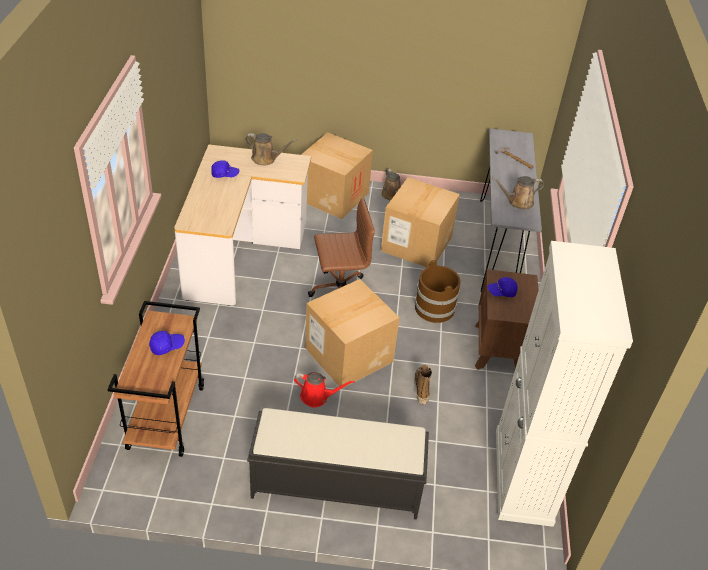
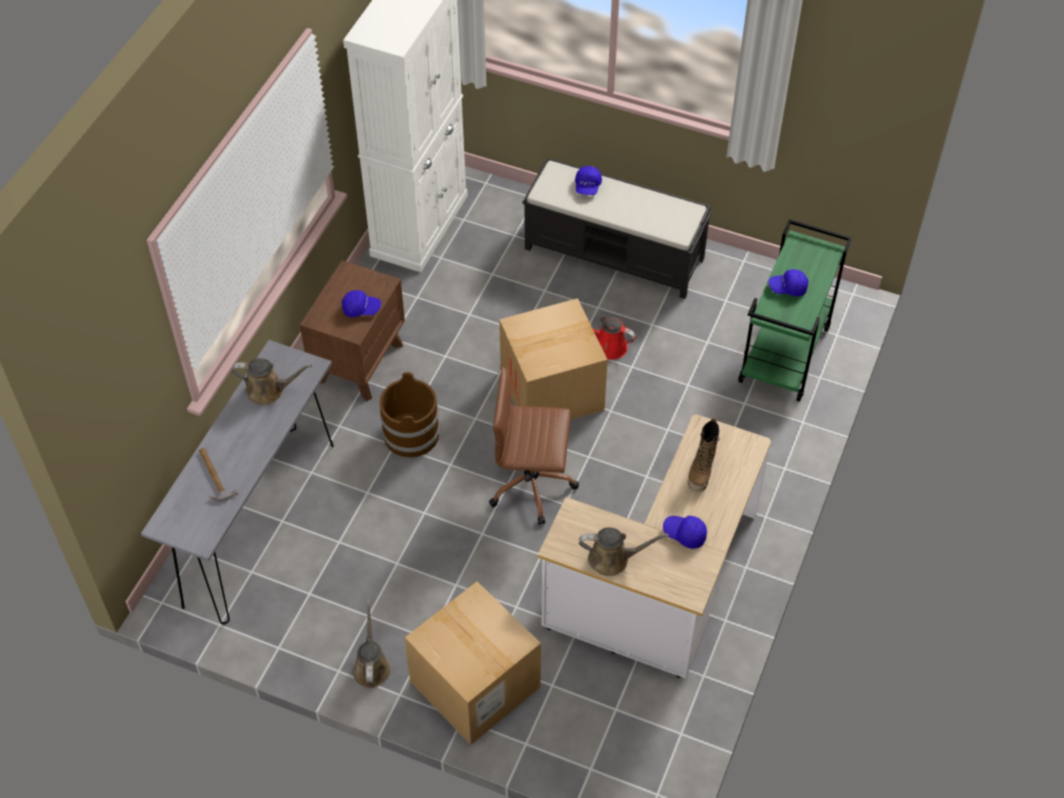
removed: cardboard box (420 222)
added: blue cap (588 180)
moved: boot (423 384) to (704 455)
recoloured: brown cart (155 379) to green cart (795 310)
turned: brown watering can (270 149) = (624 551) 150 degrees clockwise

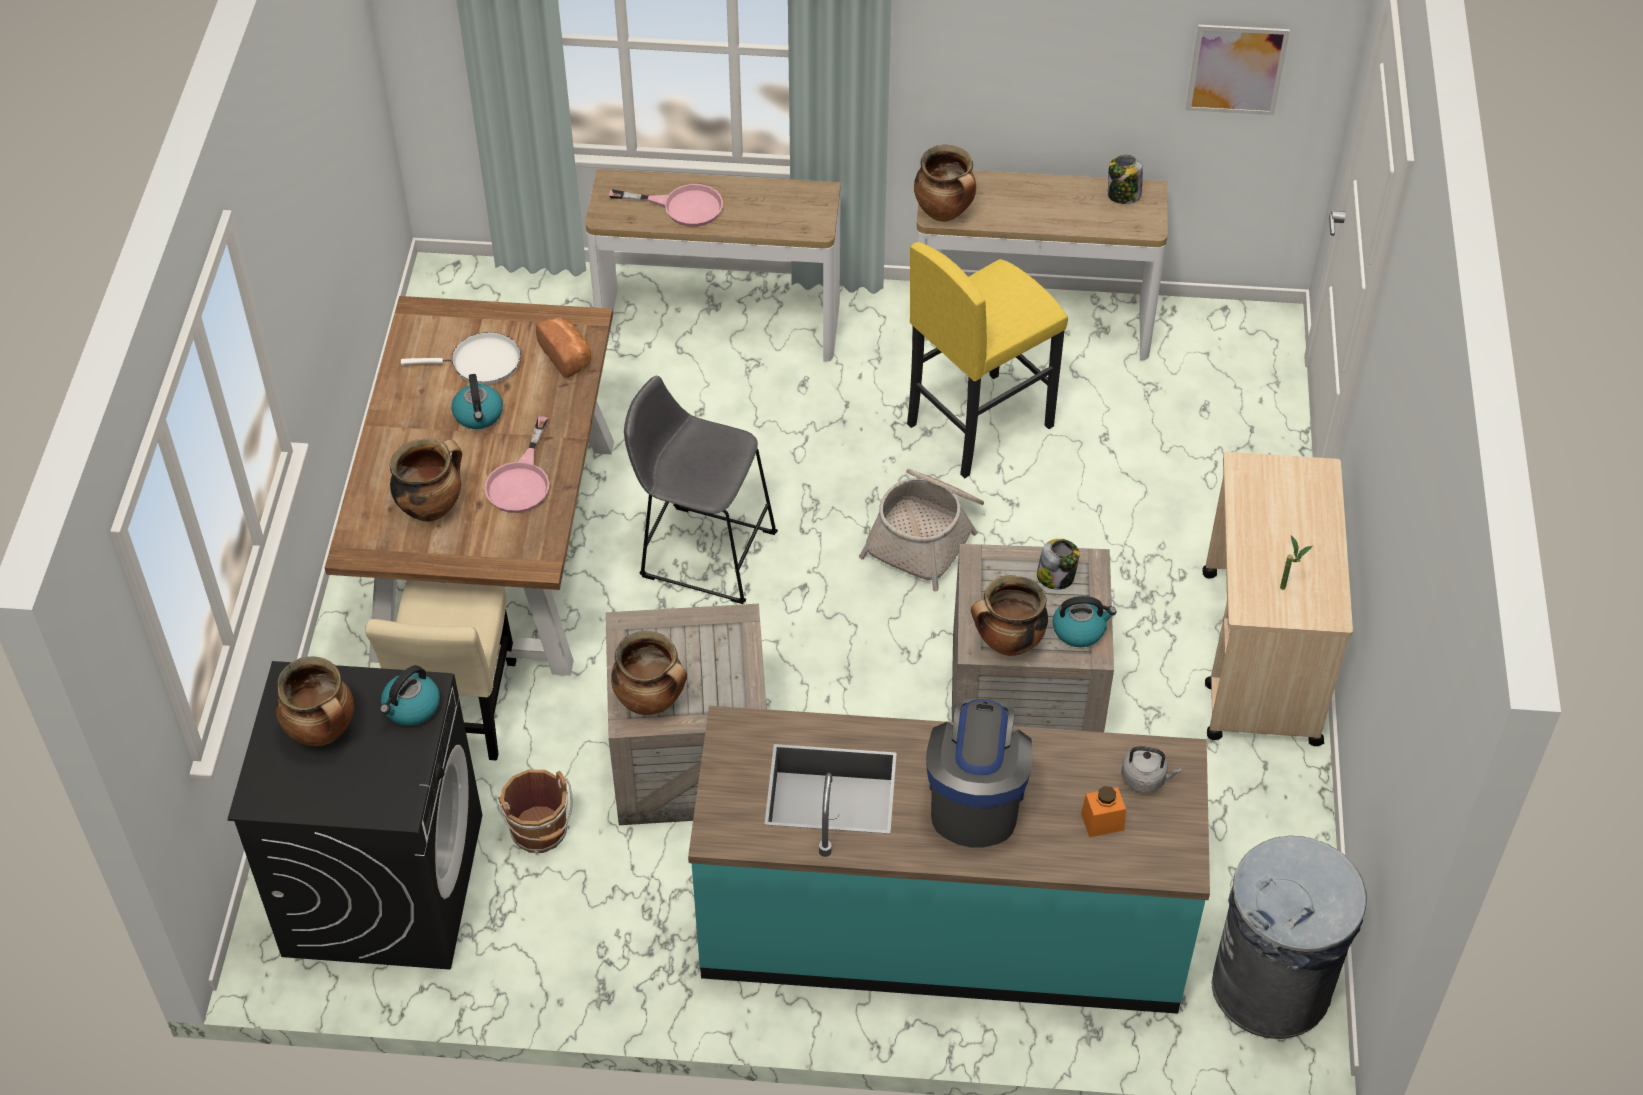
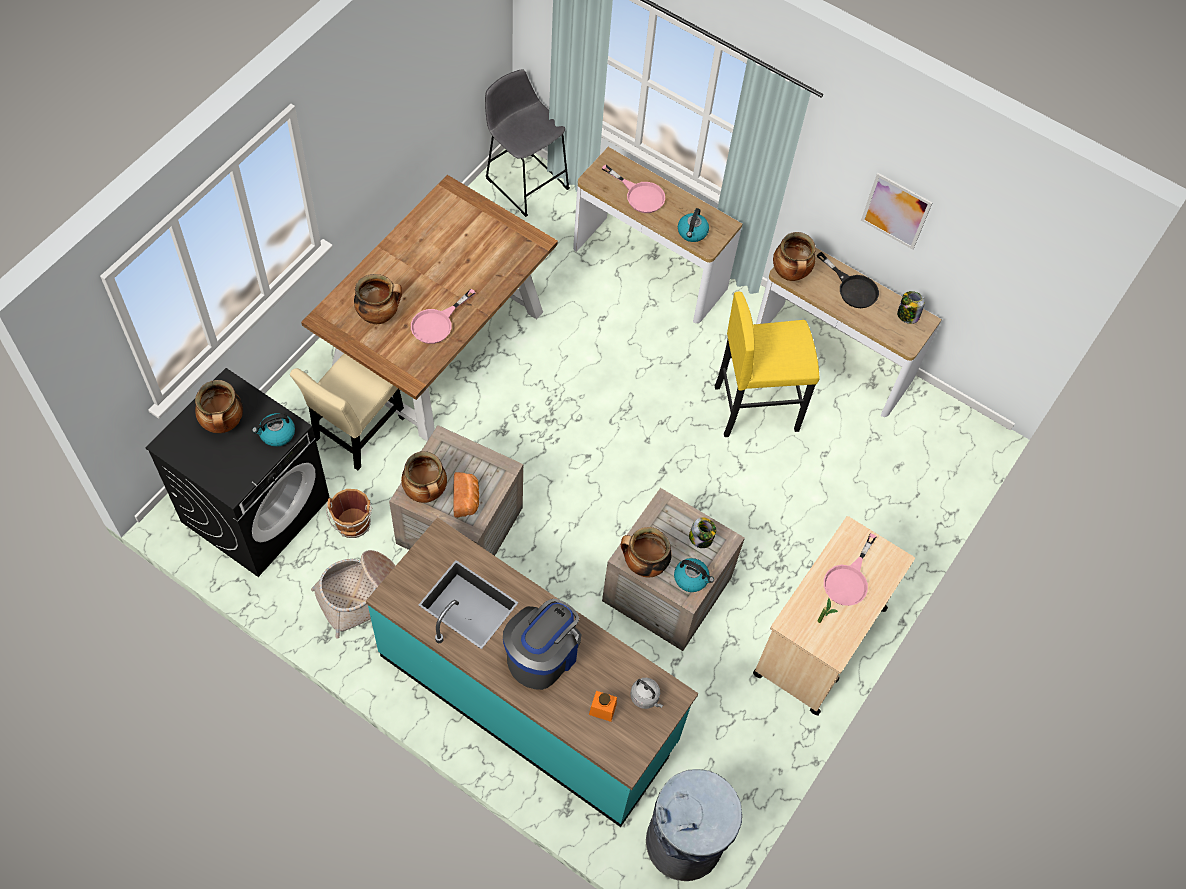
removed: white frying pan (461 358)
added: black frying pan (848 280); pink frying pan (850 569)
moved: kettle (477 401) to (693 225); bread (563 347) to (466 494); grey stool (701 490) to (527 143); basket (921 530) to (353 594); picture (1238 70) to (896 211)

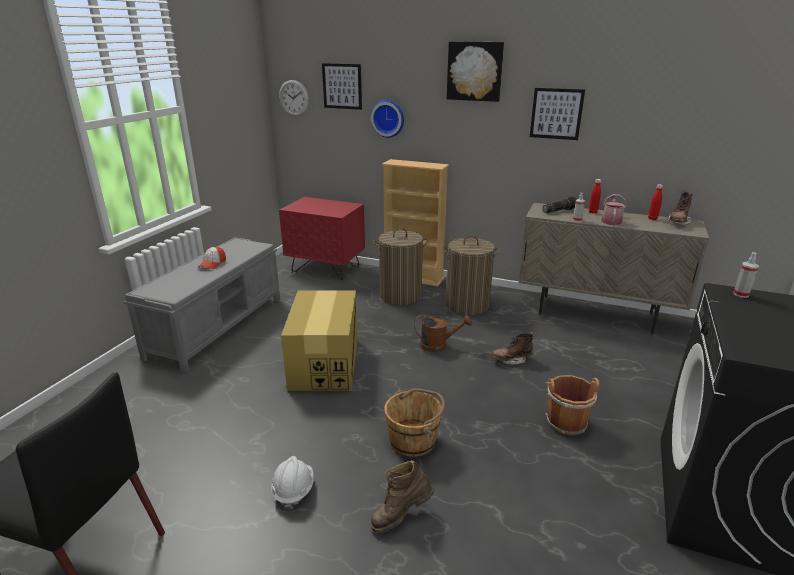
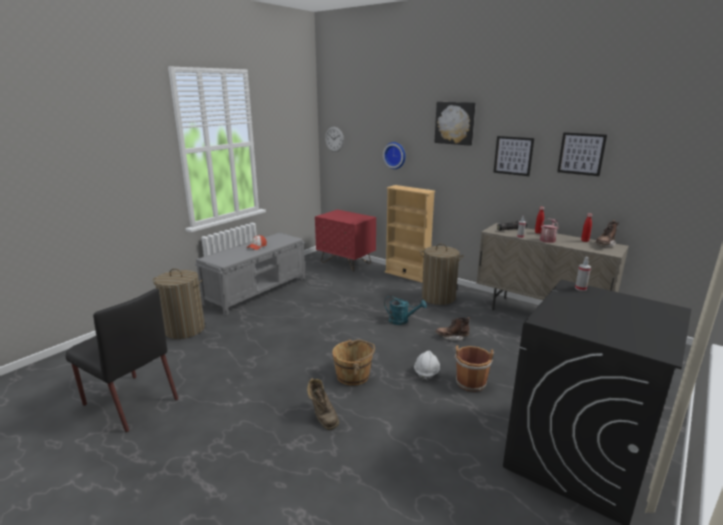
removed: cardboard box (319 340)
moved: white hard hat (292 483) to (427 366); picture (342 86) to (582 154); laundry basket (400 266) to (179 303)
recoloured: brown watering can (443 333) to turquoise watering can (405 310)
turned: brown boot (402 496) = (323 404) 105 degrees counterclockwise

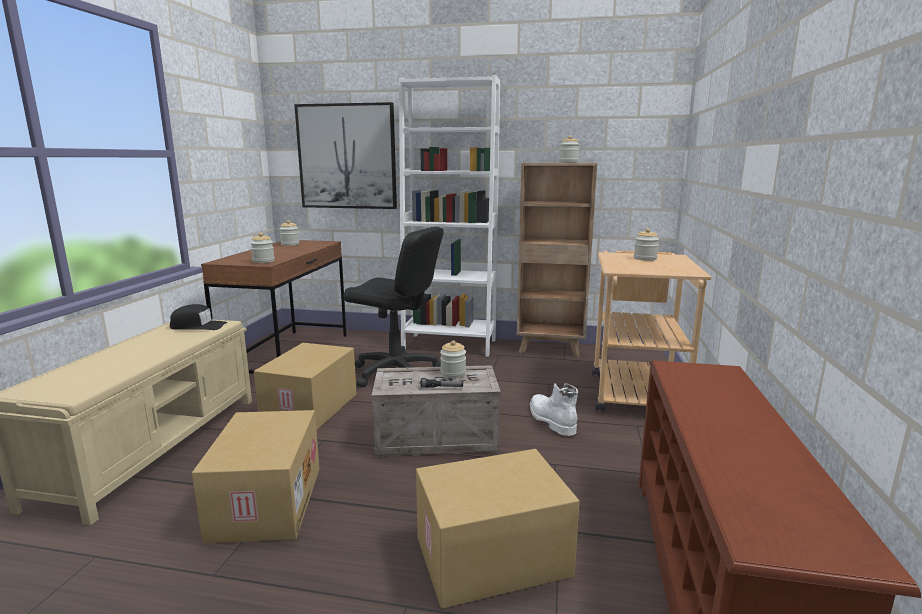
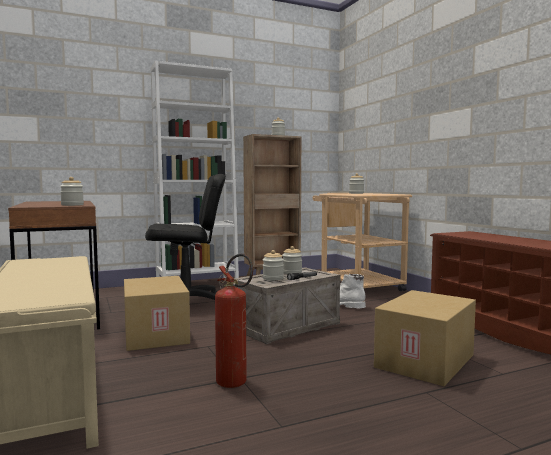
removed: black cap (199 317); picture (345 155)
moved: jar (289 233) to (273 265)
replaced: cardboard box (255 477) to fire extinguisher (234 321)

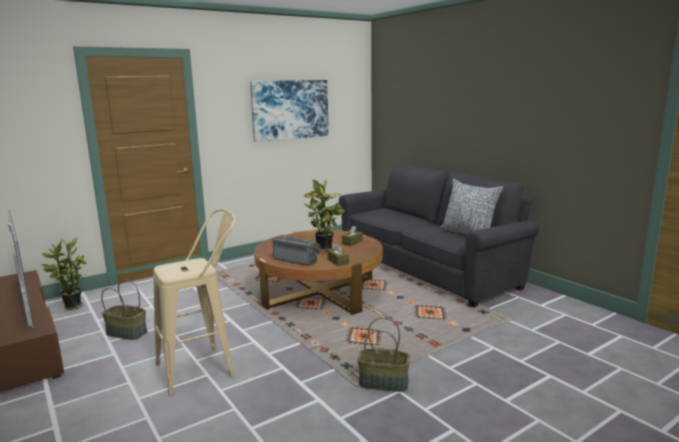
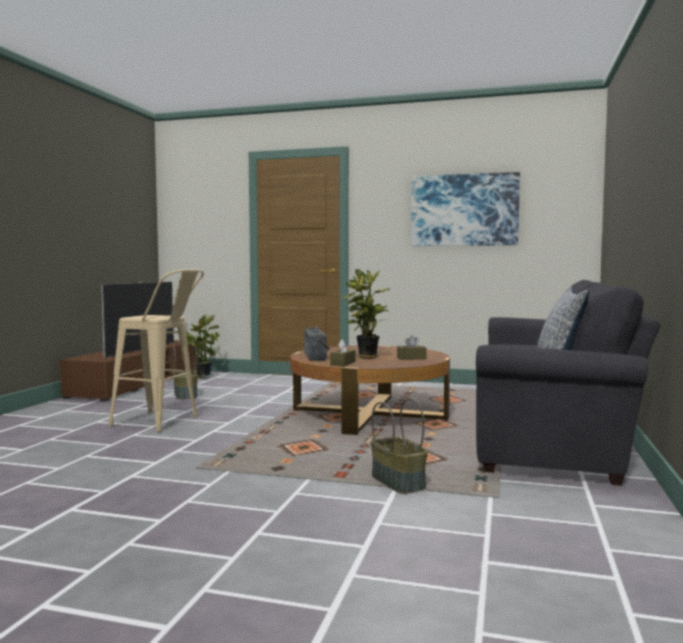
moved: basket (384 354) to (399 446)

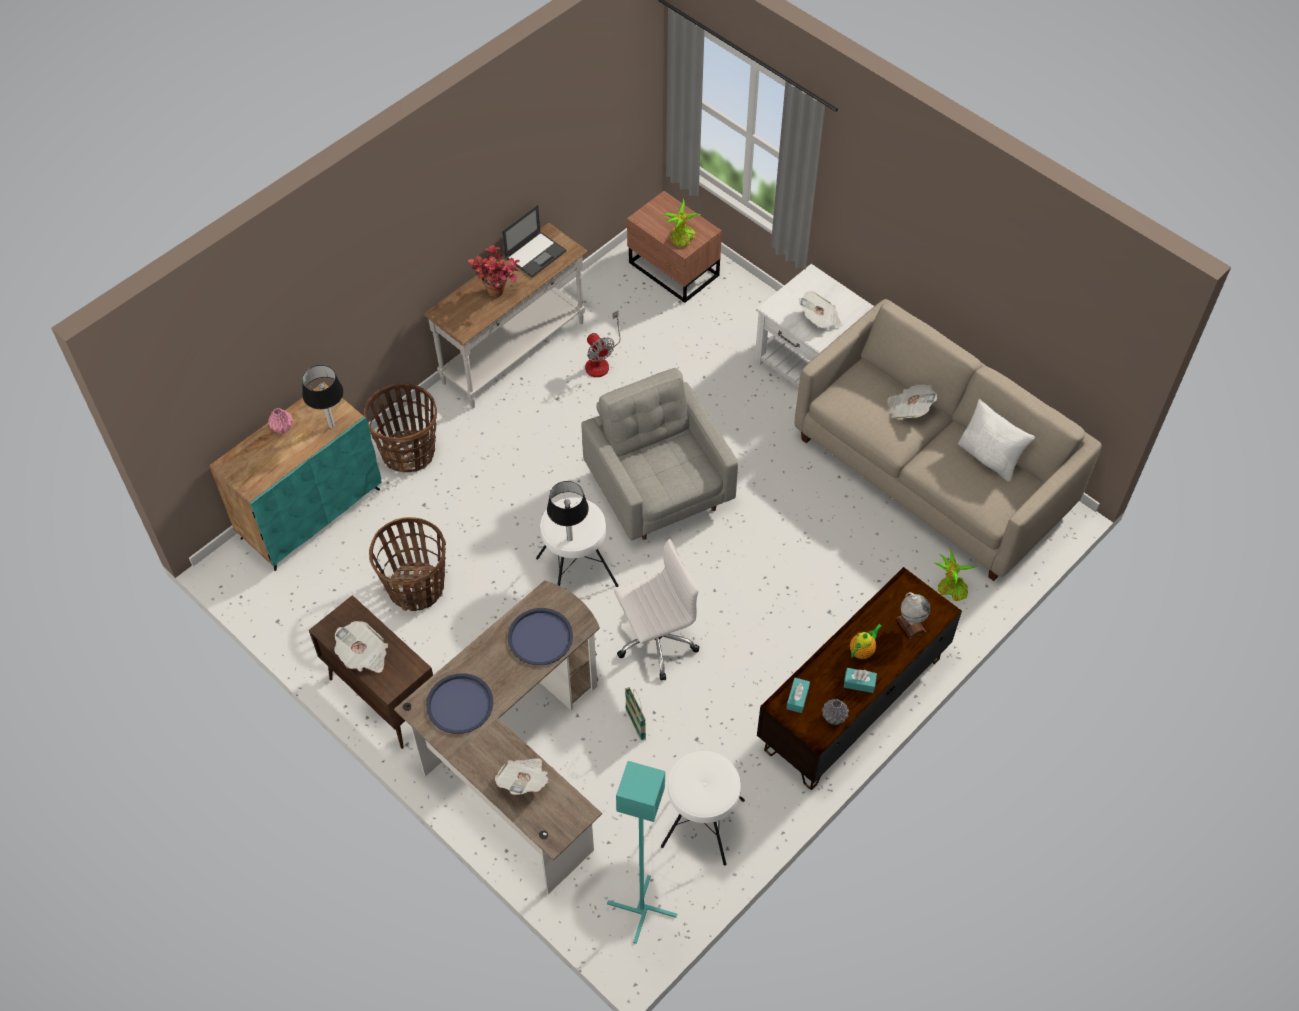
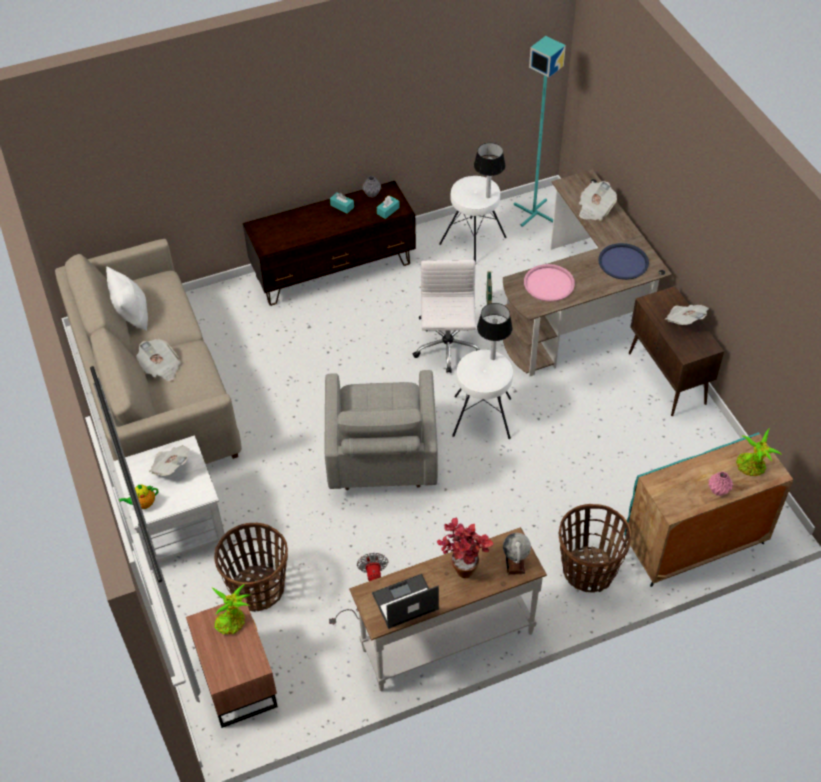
moved: table lamp (323 396) to (489 170); basket (407 564) to (251 567); teapot (866 641) to (138 497); globe (913 615) to (517 554); potted plant (955 574) to (759 452)
recoloured: blue tray (540 636) to pink tray (549 283)
turned: white office chair (656 610) = (446 316) 90 degrees clockwise

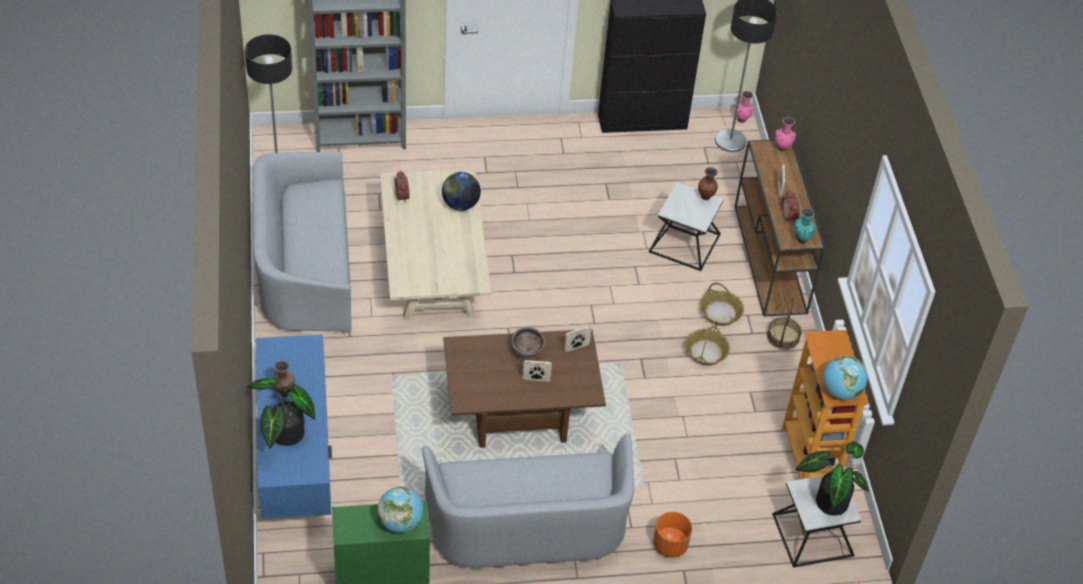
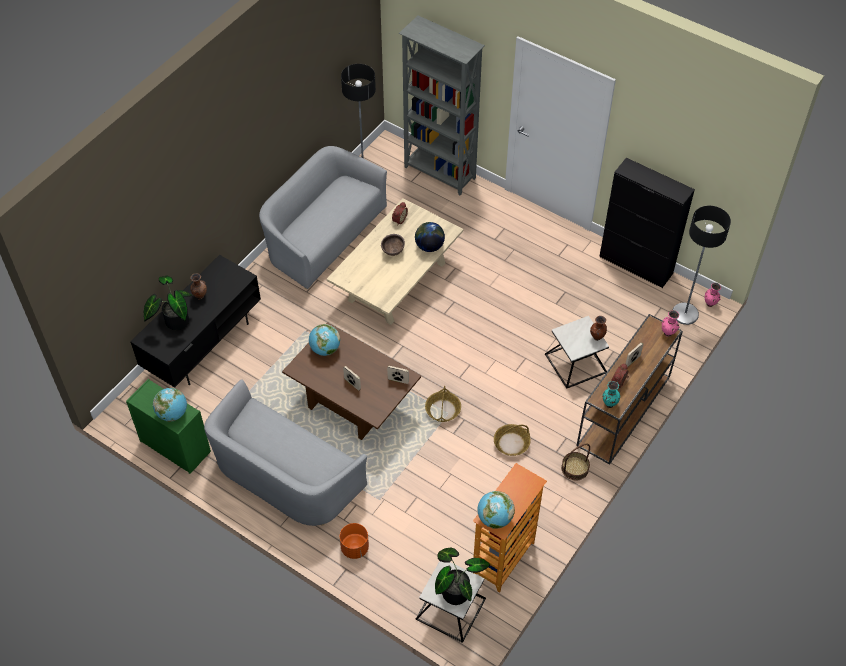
added: globe (324 340)
moved: brown bowl (528 342) to (393 245); basket (722 304) to (443 403)
recoloured: blue tv stand (294 426) to black tv stand (195 321)

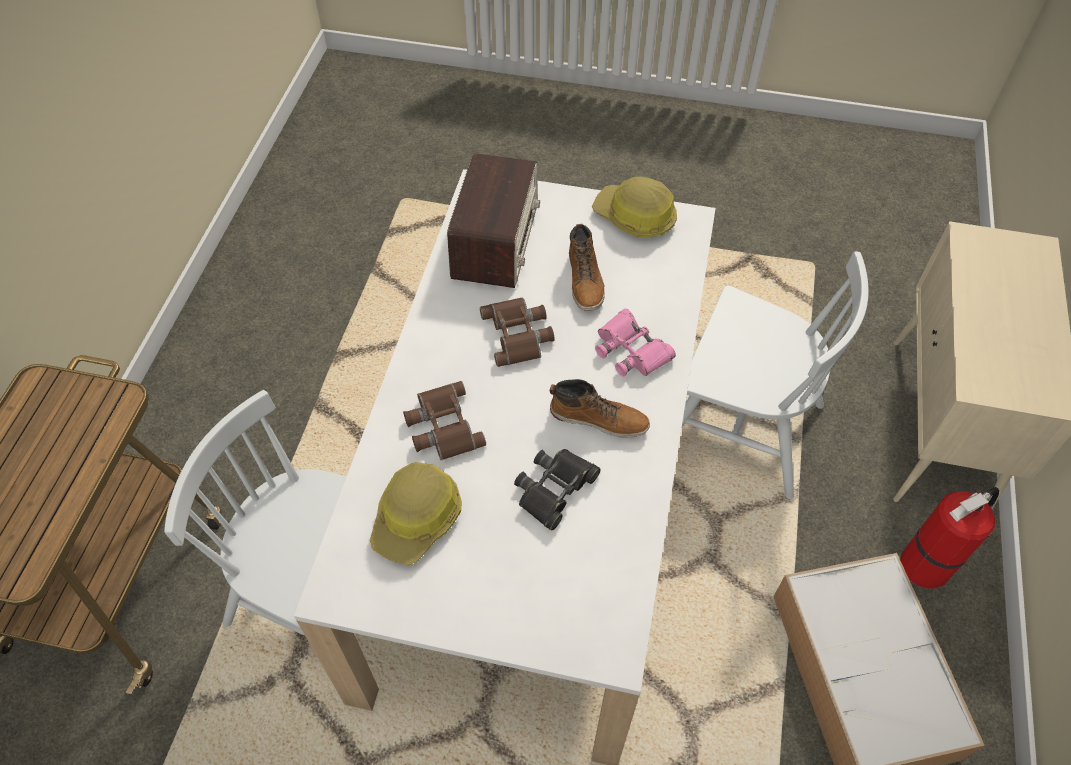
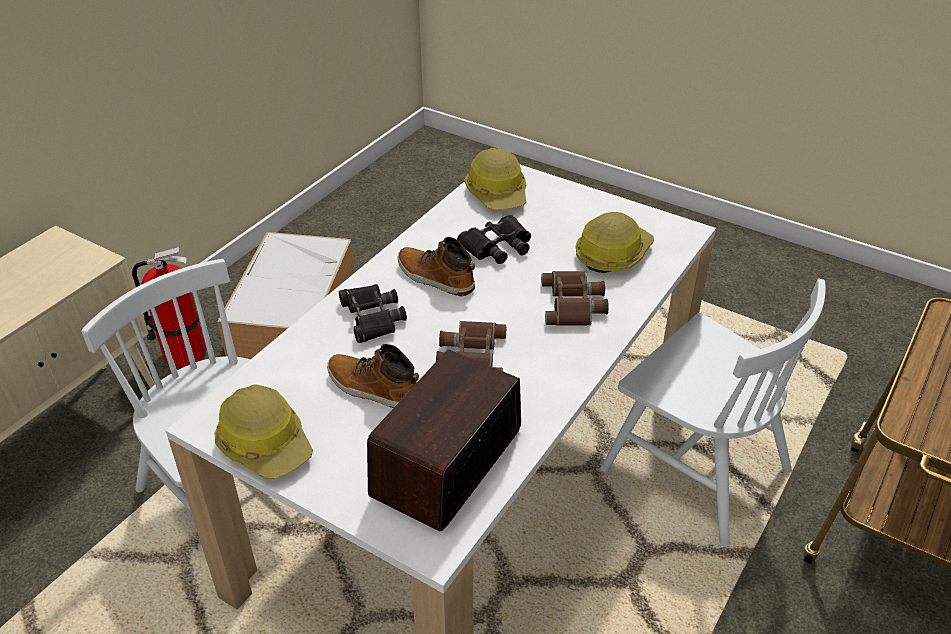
added: hard hat (495 179)
recoloured: pink binoculars (635 342) to black binoculars (373 313)
turned: boot (587 267) = (373 376) 75 degrees counterclockwise

